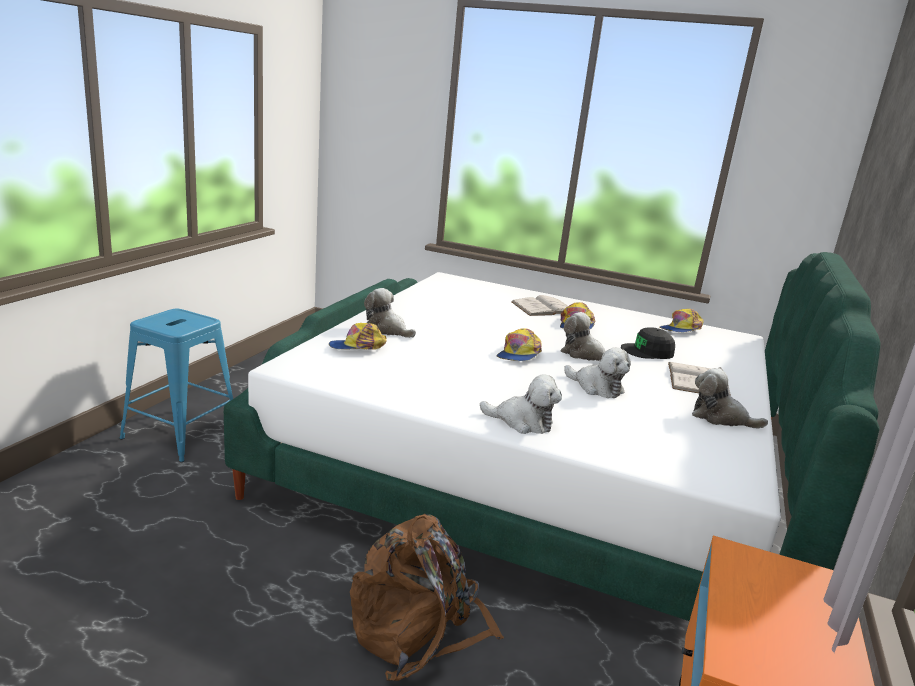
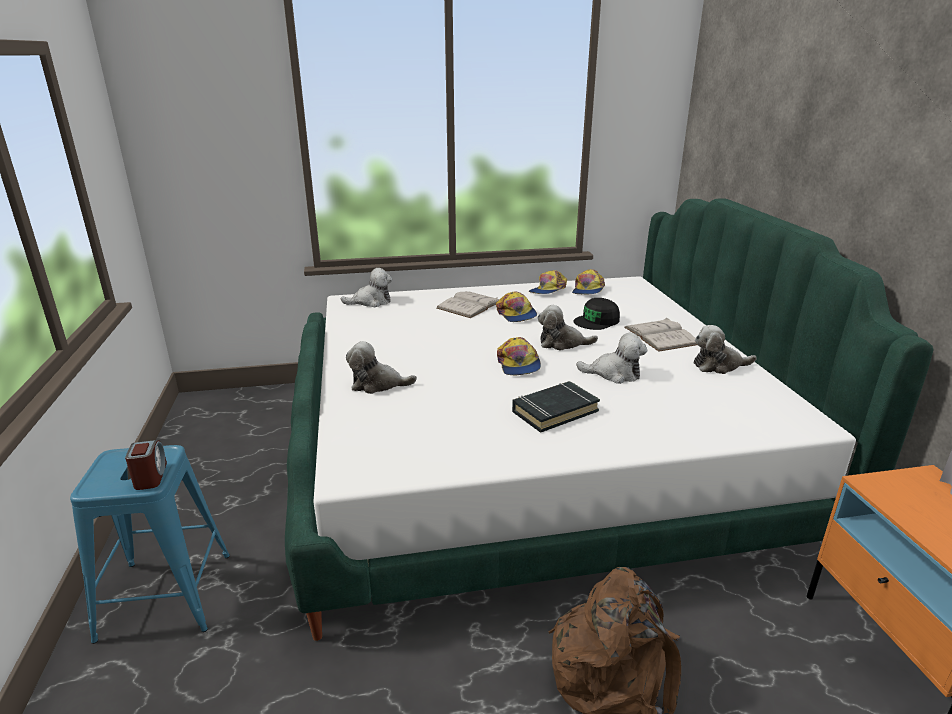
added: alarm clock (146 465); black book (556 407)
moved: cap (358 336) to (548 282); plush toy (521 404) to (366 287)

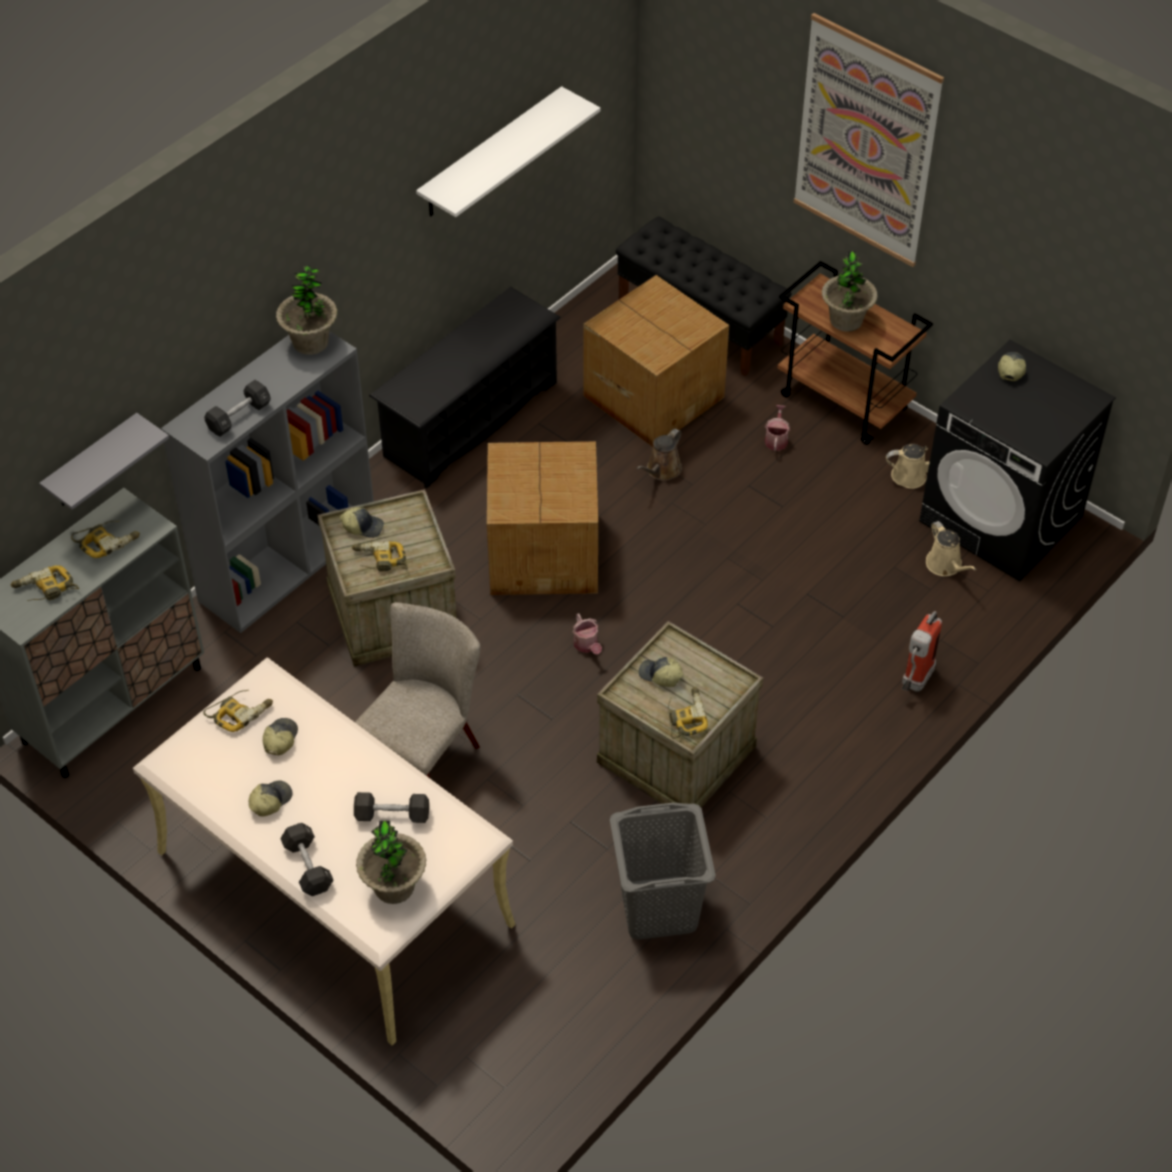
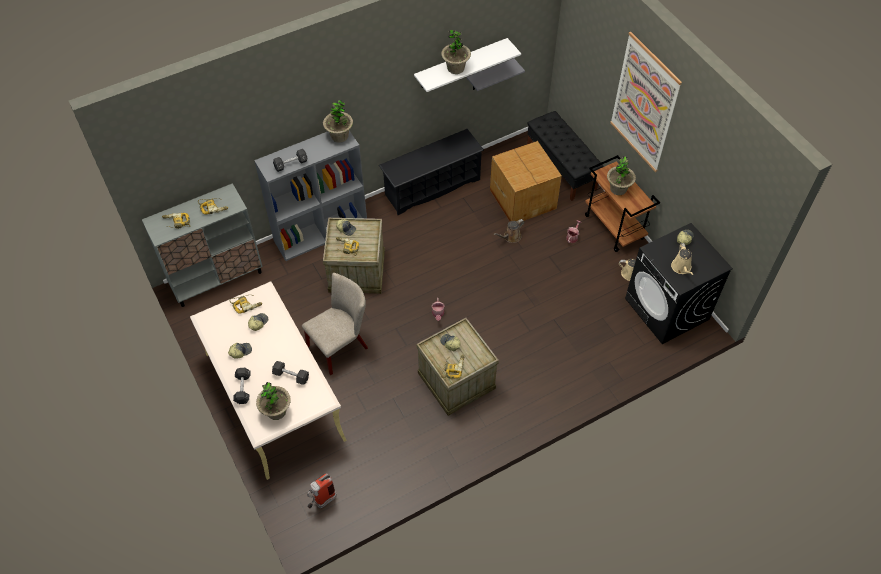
removed: cardboard box (542 518); grey laundry basket (663 871)
added: potted plant (456 52)
moved: grey shelf (104 461) to (496 74); fire extinguisher (922 651) to (322 490); beige watering can (951 548) to (682 259)

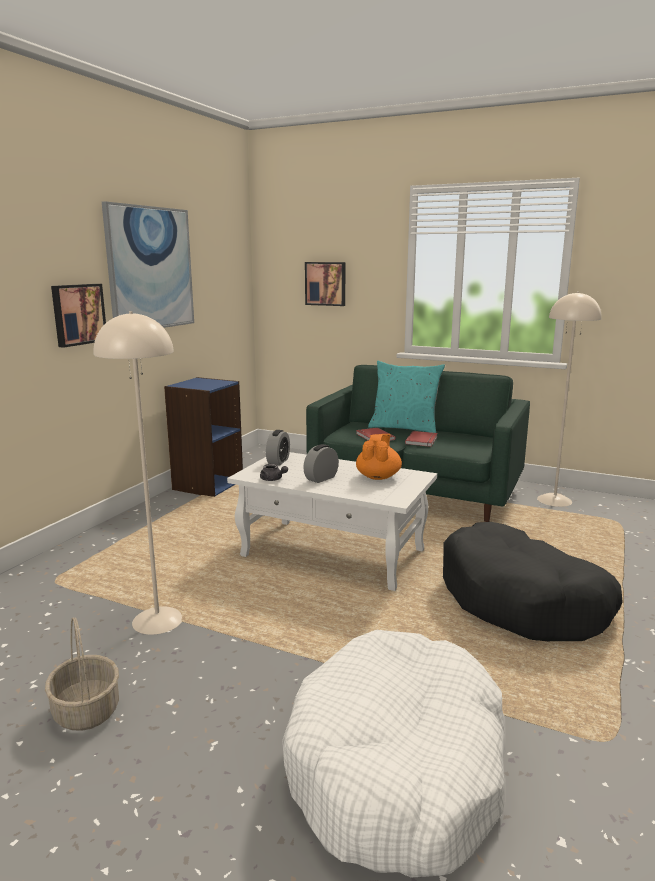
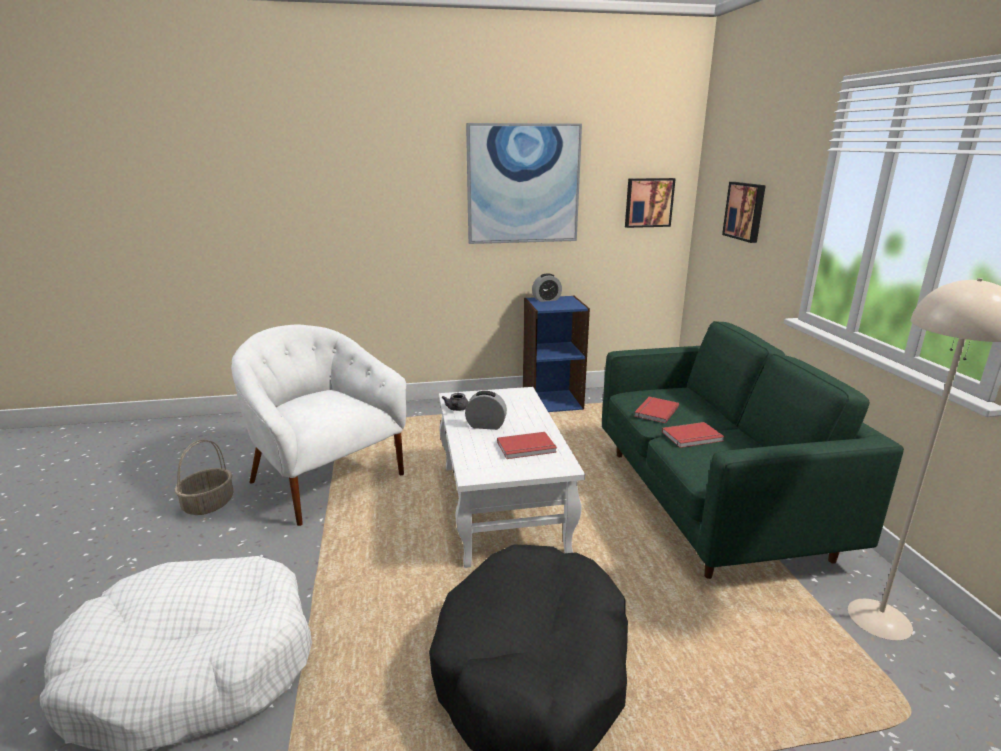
removed: turquoise pillow (406 397)
moved: picture (78 316) to (650 203); alarm clock (278 447) to (547 287)
replaced: beige floor lamp (138 473) to white armchair (319 425); orange teapot (379 457) to red book (527 445)

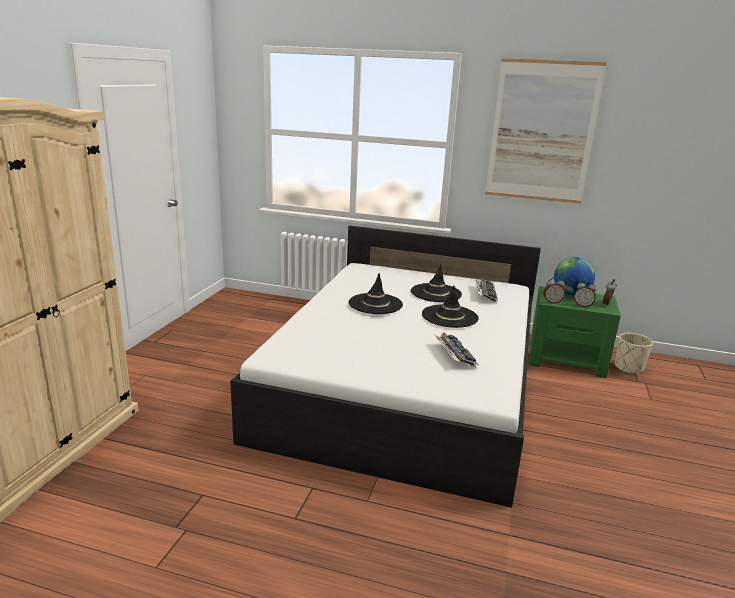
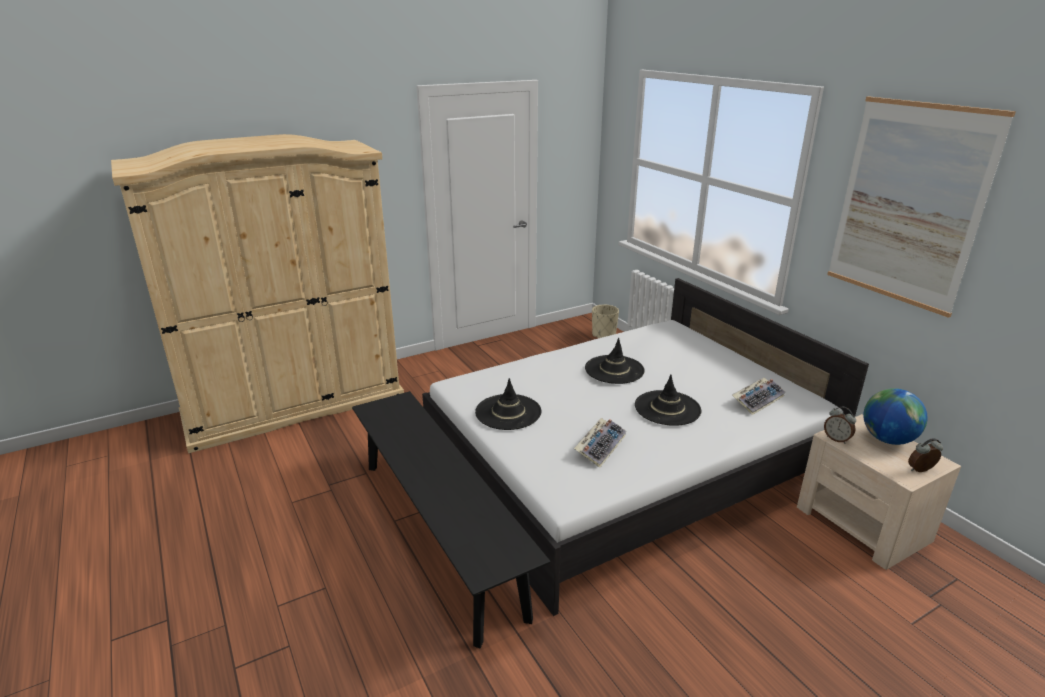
removed: alarm clock (585 294)
added: black bench (451 519)
moved: black hat (436 283) to (508 404); beige planter (634 353) to (605 321)
recoloured: green nightstand (575 332) to beige nightstand (879 492)

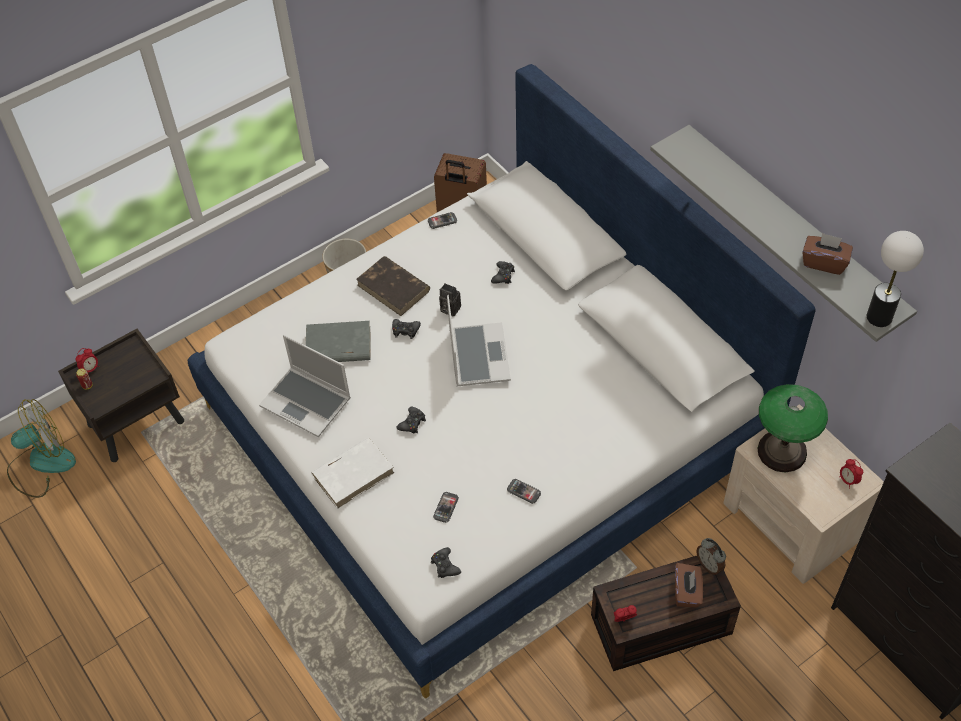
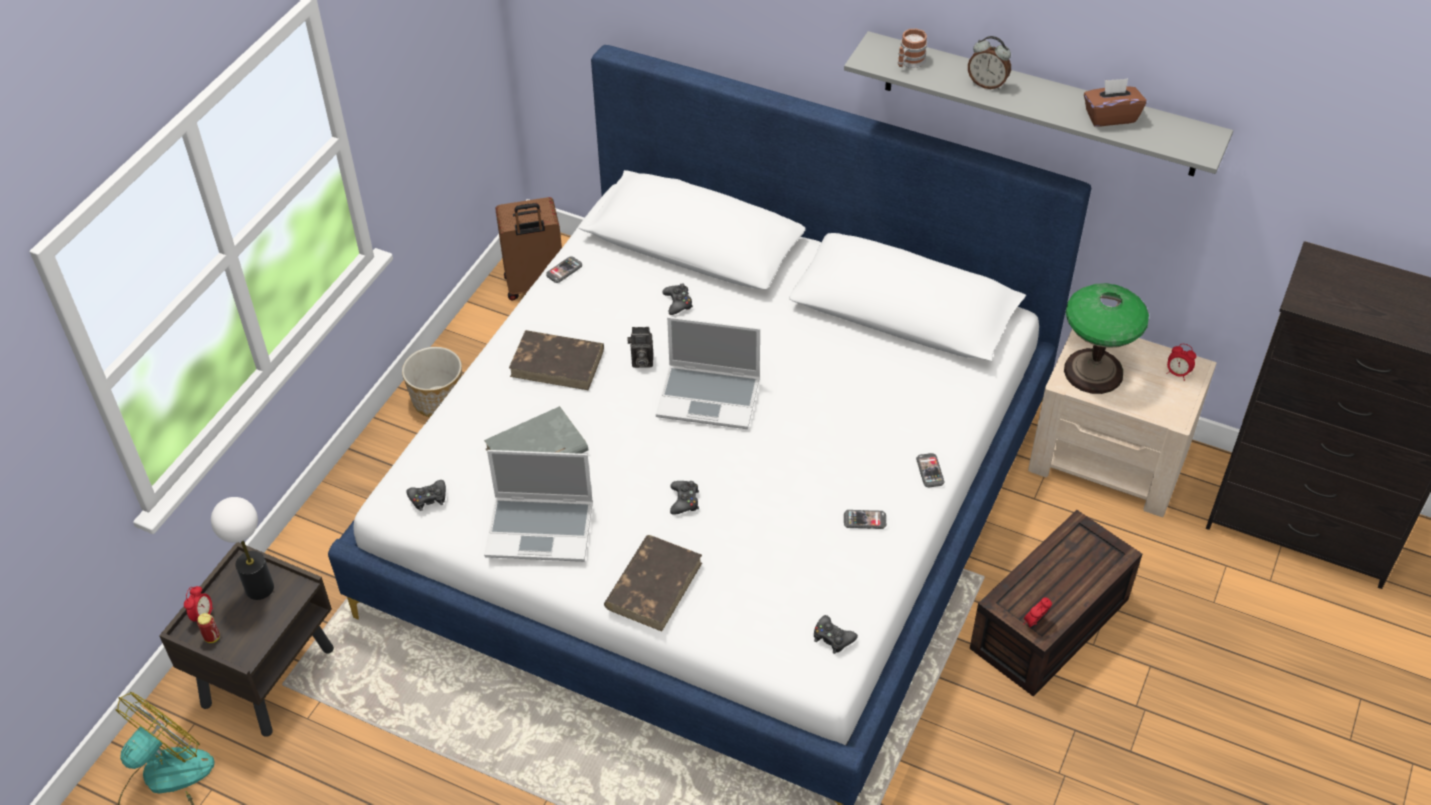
removed: brown tissue box (689 585)
added: mug (912 48)
moved: black game controller (406 329) to (426 495); phone (446 507) to (930 470); alarm clock (711 556) to (989 63); table lamp (895 279) to (242 548)
recoloured: white book (352 473) to brown book (653 583)
turned: laptop (479 340) = (708 373) 135 degrees clockwise

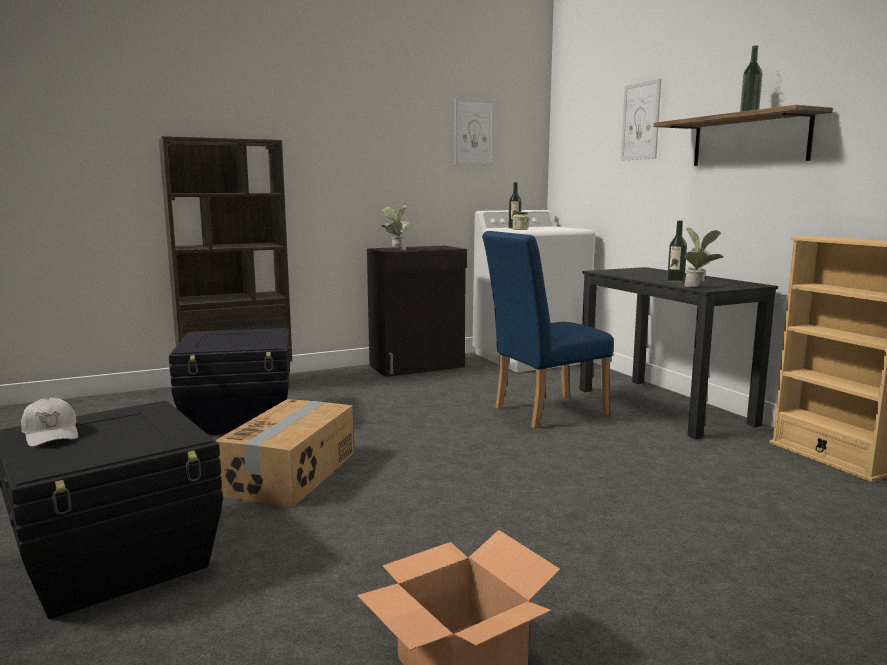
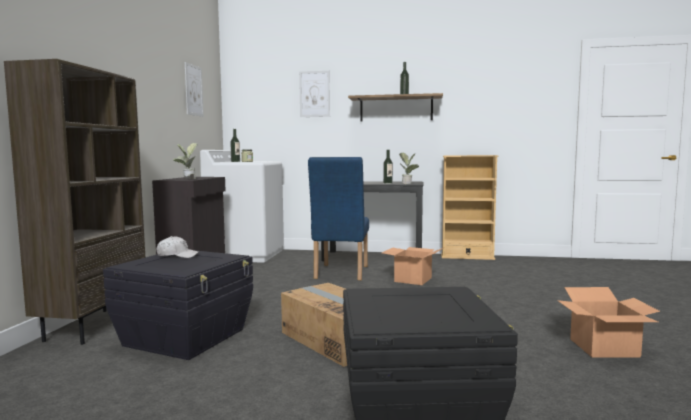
added: cardboard box (412 266)
moved: white cap (49 422) to (177 247)

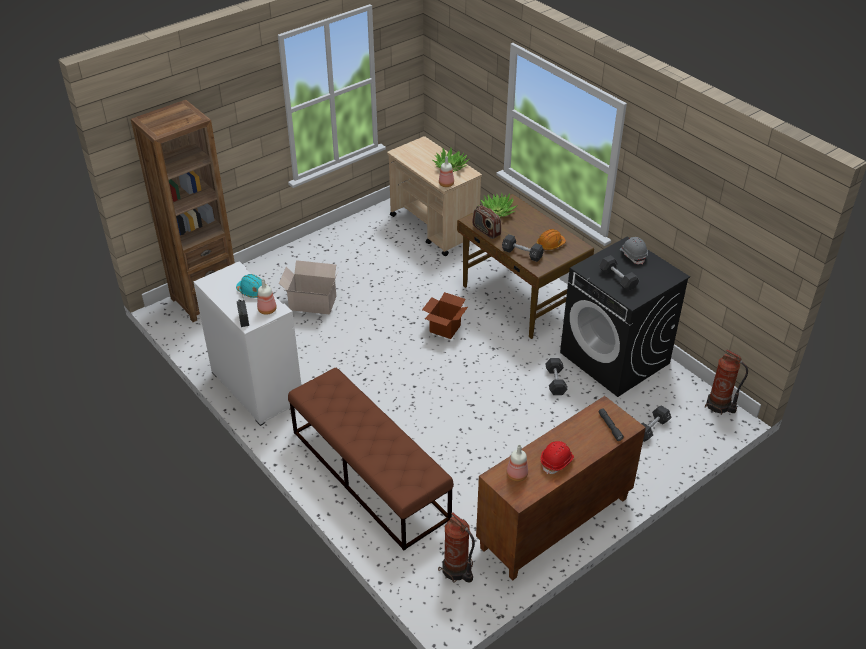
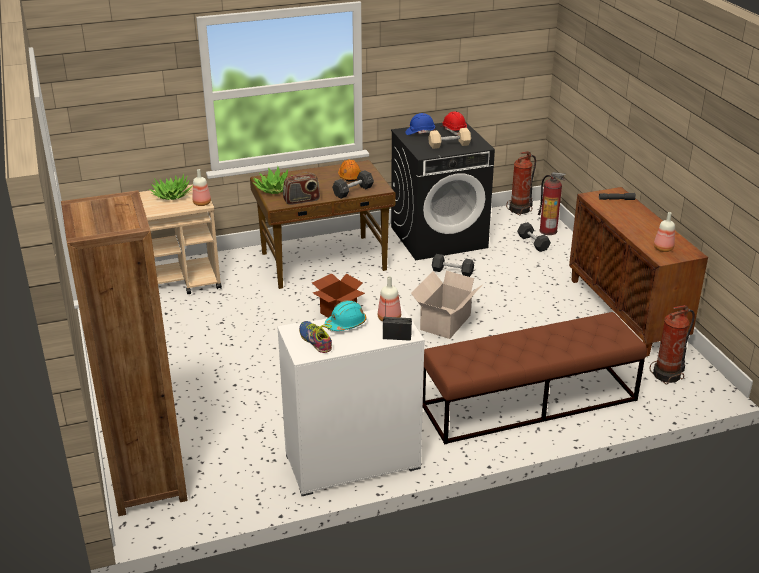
added: shoe (315 337); fire extinguisher (552 203)
moved: cardboard box (308 287) to (446 305); red hard hat (557 458) to (454 123)
recoloured: black dumbbell (619 273) to beige dumbbell (449 138); grey hard hat (634 251) to blue hard hat (420 124)

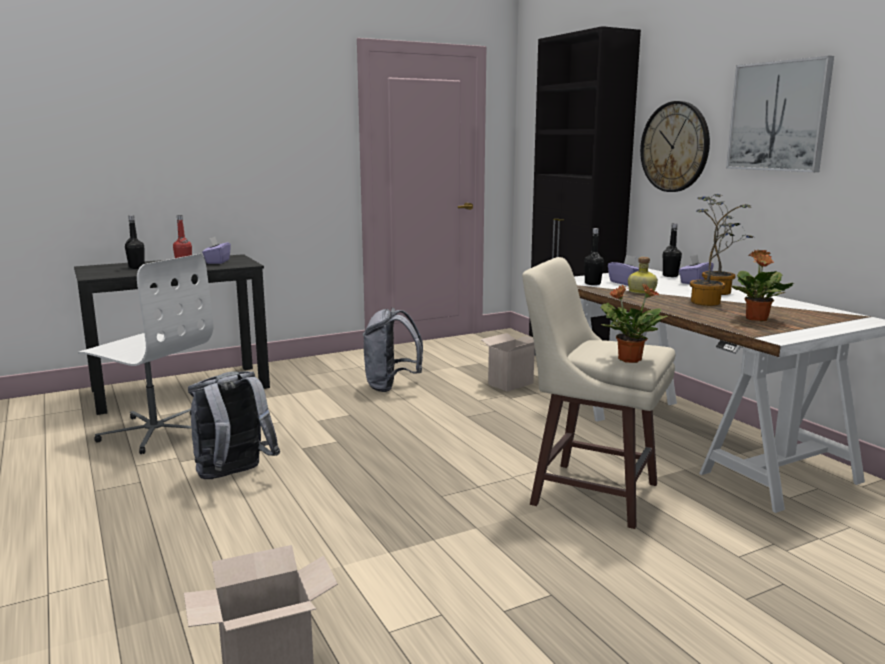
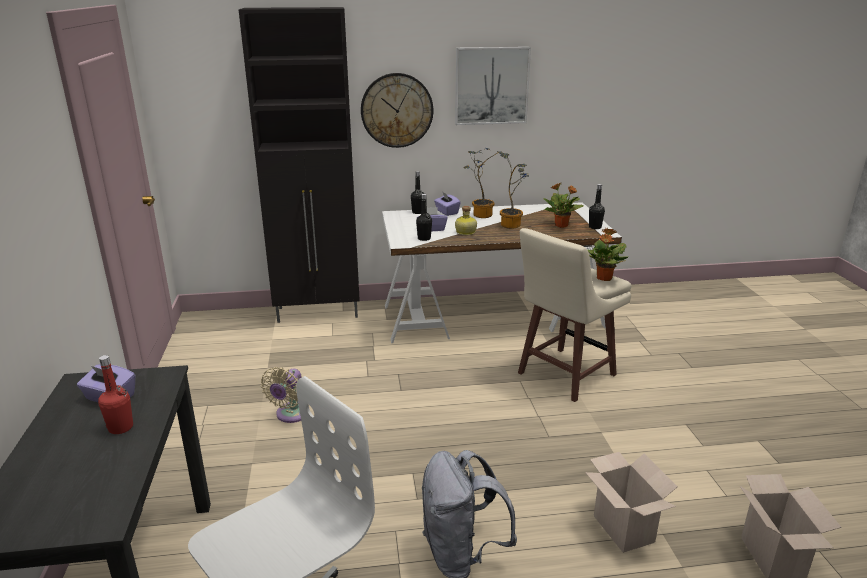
moved: black bottle (135 242) to (597 206); cardboard box (507 362) to (631 502)
replaced: grey backpack (393 350) to beige fan (281 395)

